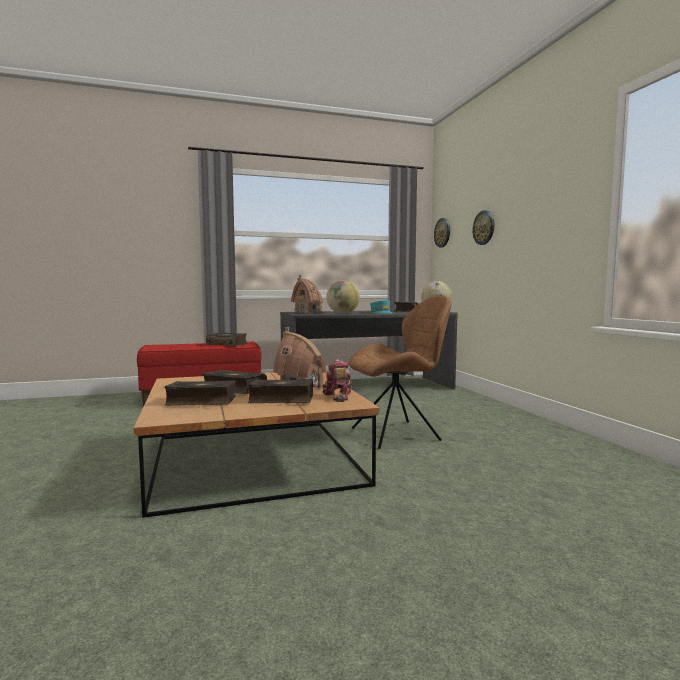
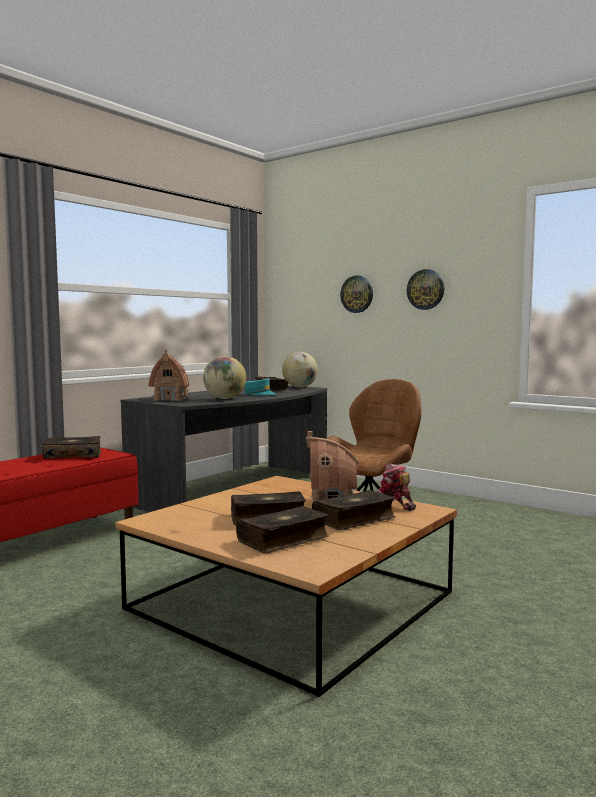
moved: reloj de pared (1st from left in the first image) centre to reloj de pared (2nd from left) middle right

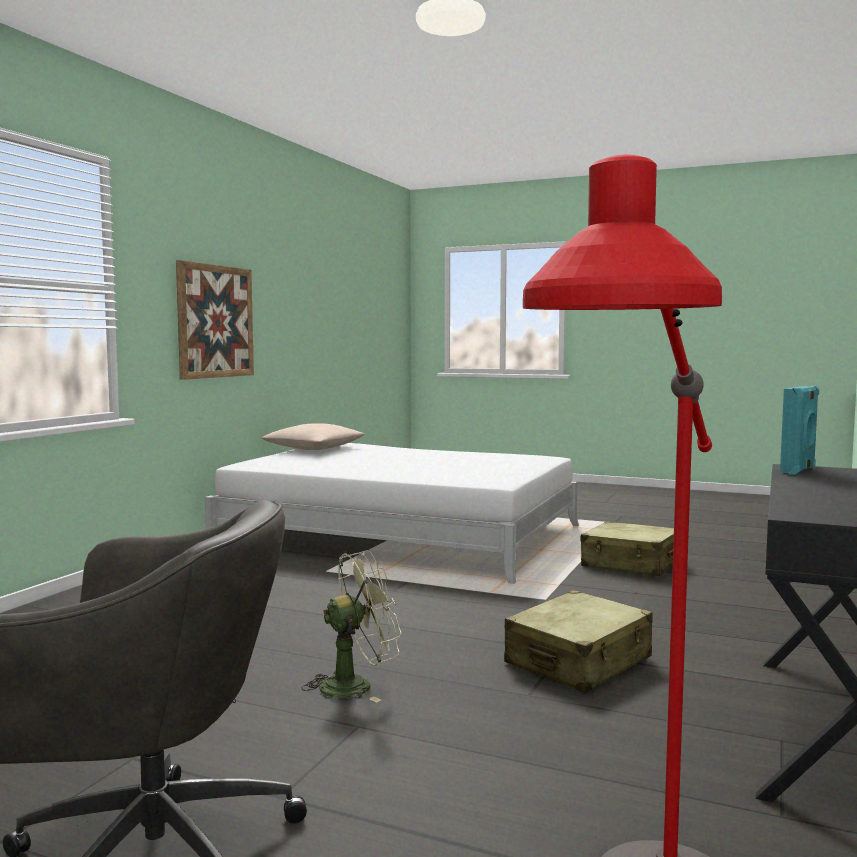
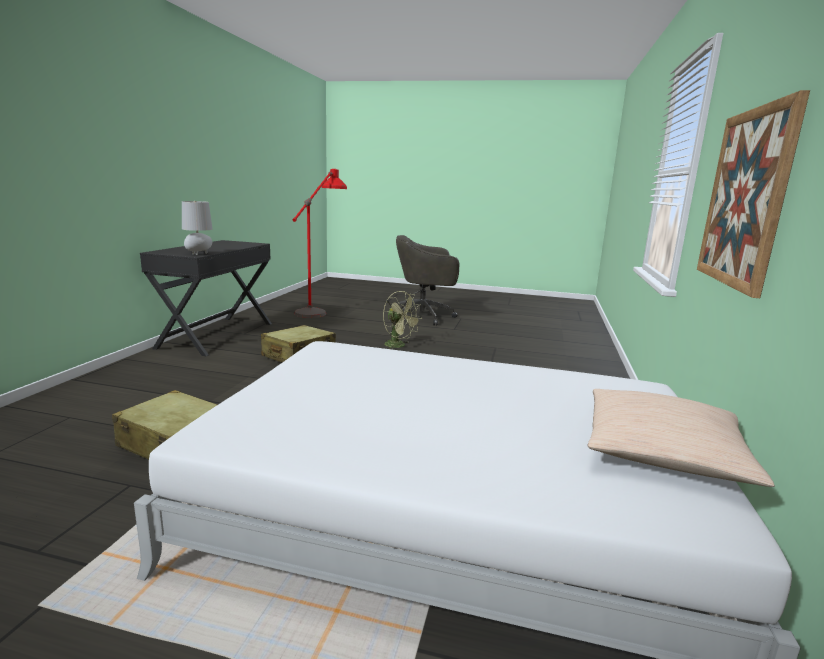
replaced: altavoz (turquesa) middle right to lámpara de mesa (gris) middle left
turned: ventilador (verde) bottom centre = centre 105 degrees counterclockwise

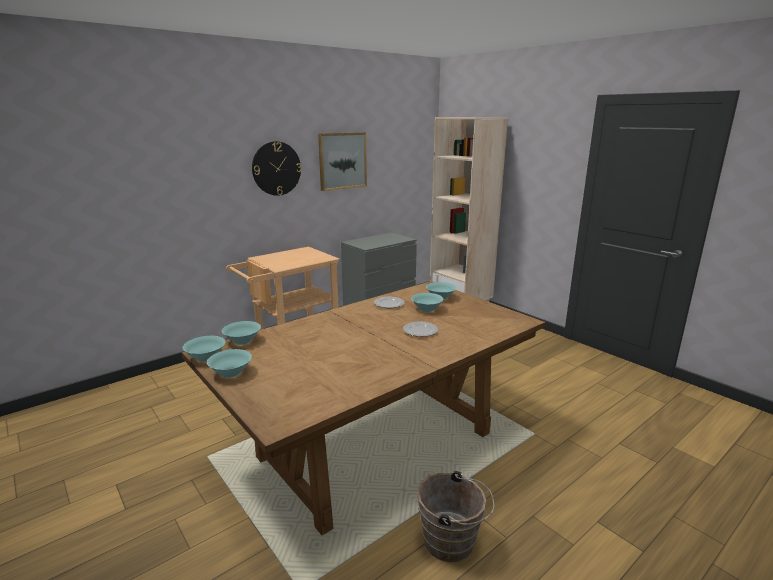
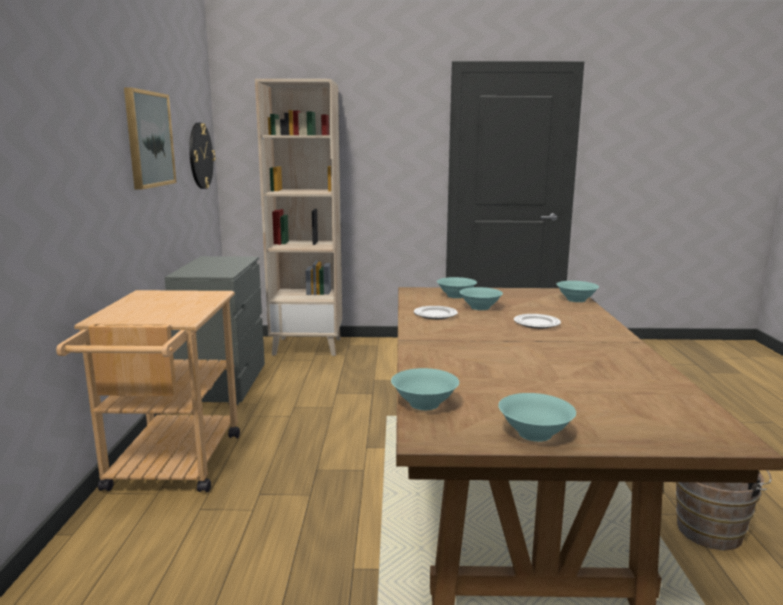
moved: cuenco (turquesa) (1st from left in the first image) middle left to cuenco (turquesa) (5th from left) middle right; reloj de pared top centre to top left

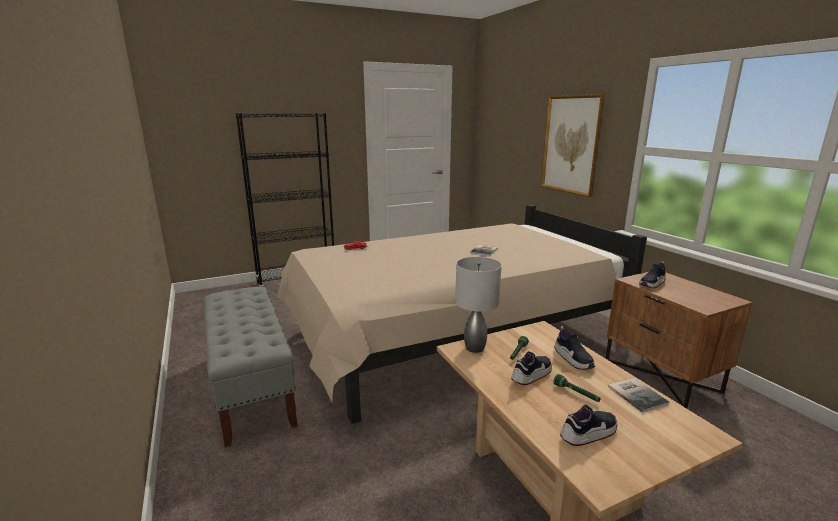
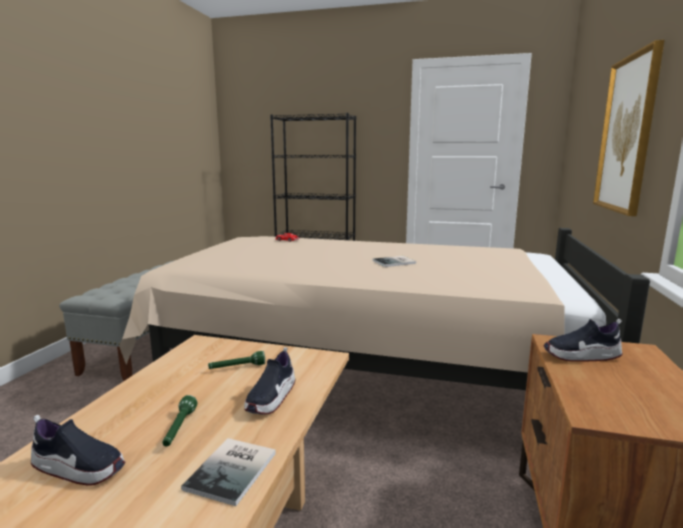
removed: lámpara de mesa (gris) centre; zapato (1st from left) bottom centre

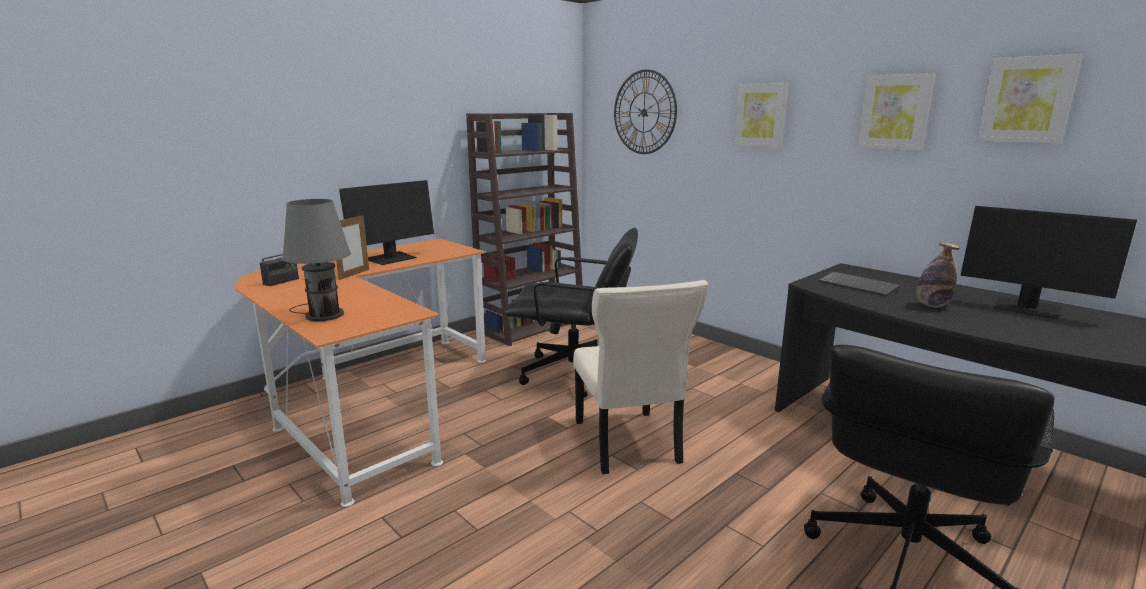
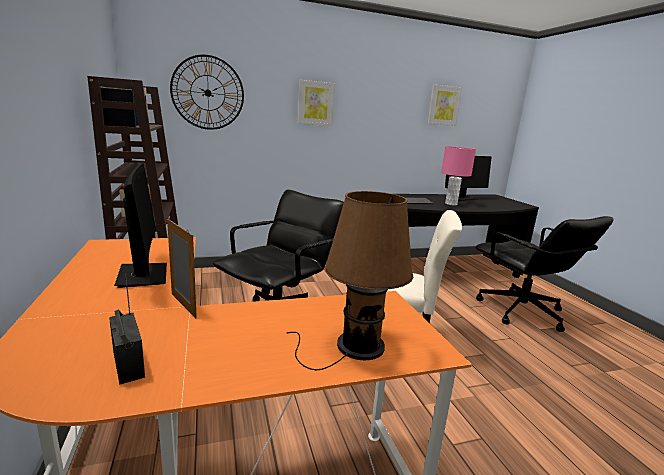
removed: cuadro (2nd from left) top right
replaced: botella middle right to lámpara de mesa (rosa) middle right
recoloured: lámpara de mesa (gris) middle left to lámpara de mesa (marrón) centre

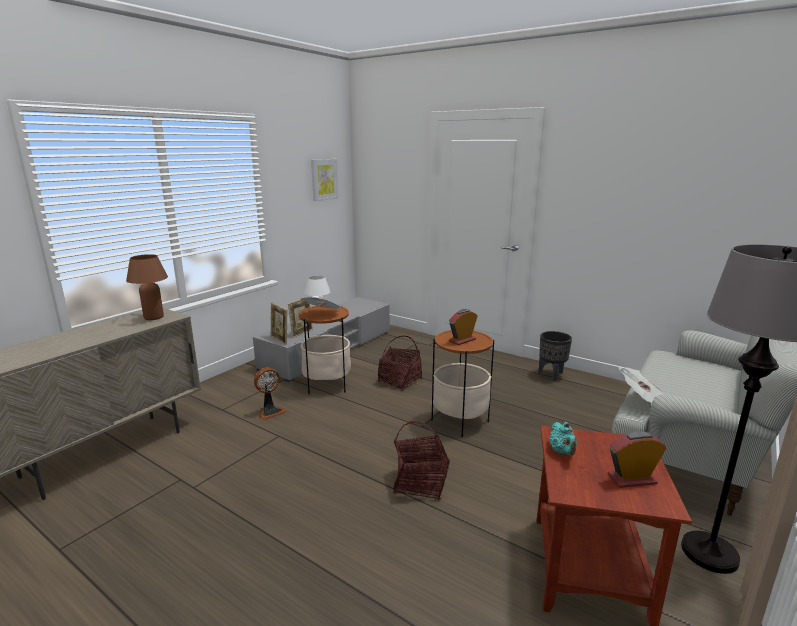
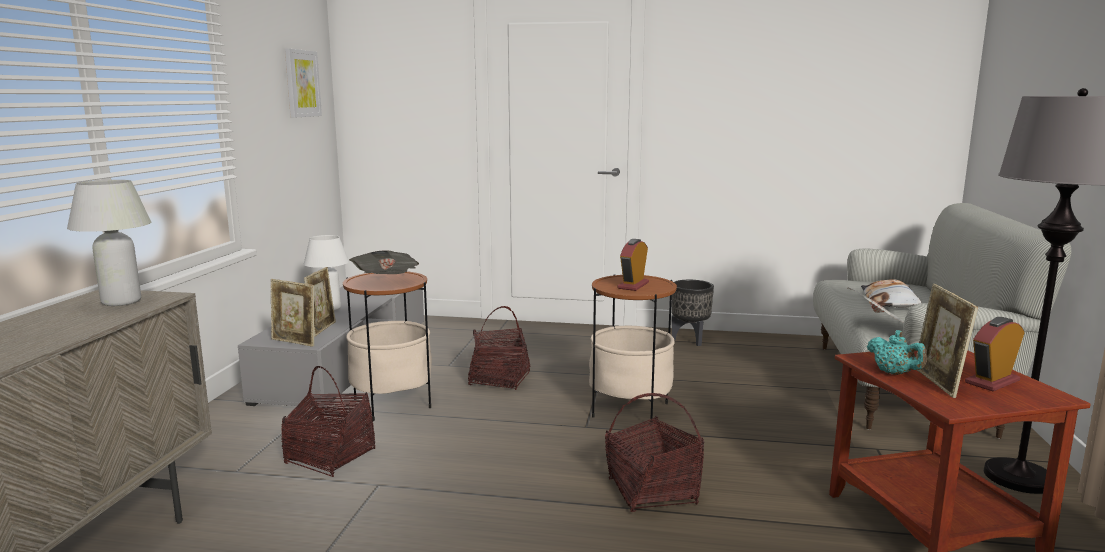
added: cojín middle right; portarretratos (3rd from left) middle right
replaced: ventilador centre to cesta (1st from left) bottom left
recoloured: lámpara de mesa (marrón) middle left to lámpara de mesa (blanco) (1st from left) middle left

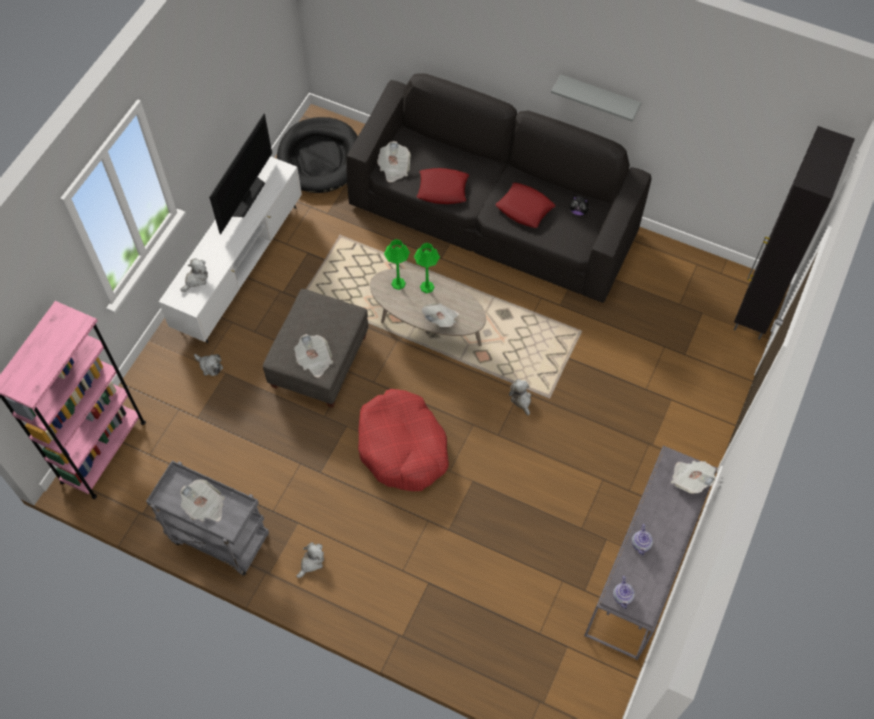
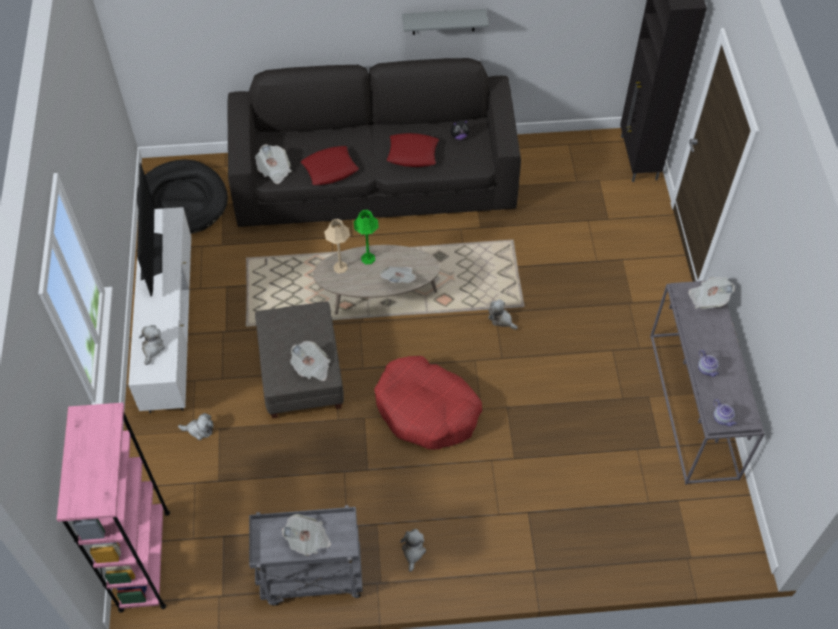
recoloured: lámpara de mesa (verde) (1st from left) centre to lámpara de mesa (beis) centre

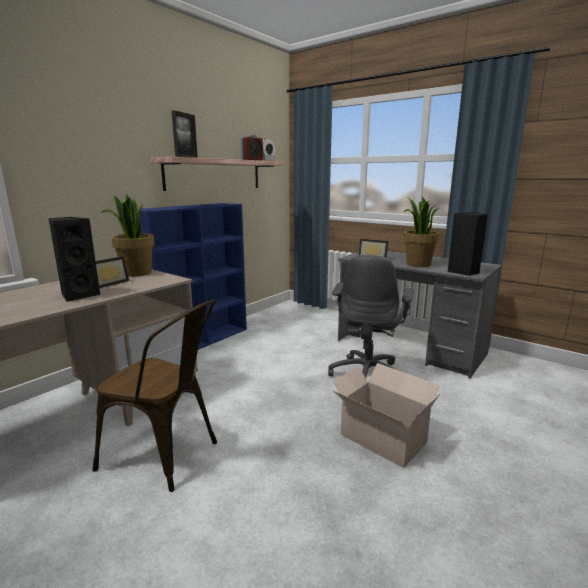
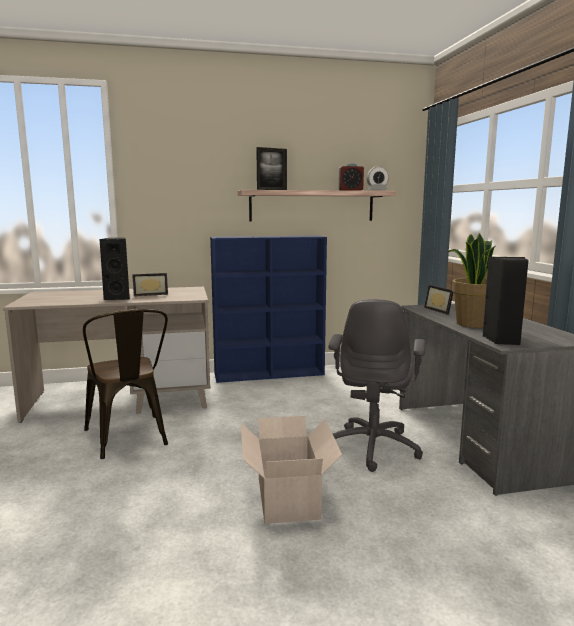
removed: planta en maceta (1st from left) middle left
turned: silla de oficina (gris) centre = centre 45 degrees counterclockwise

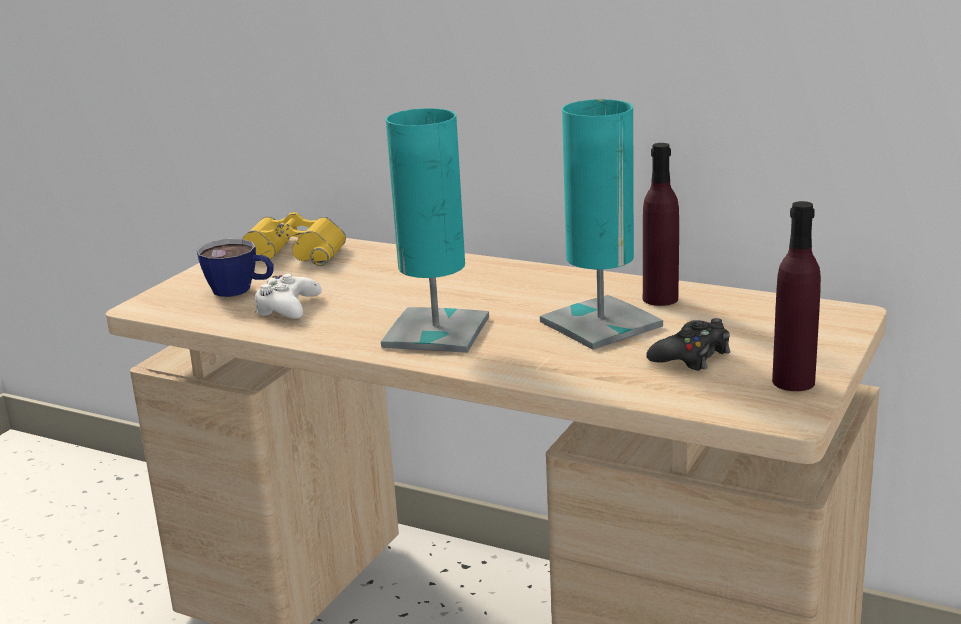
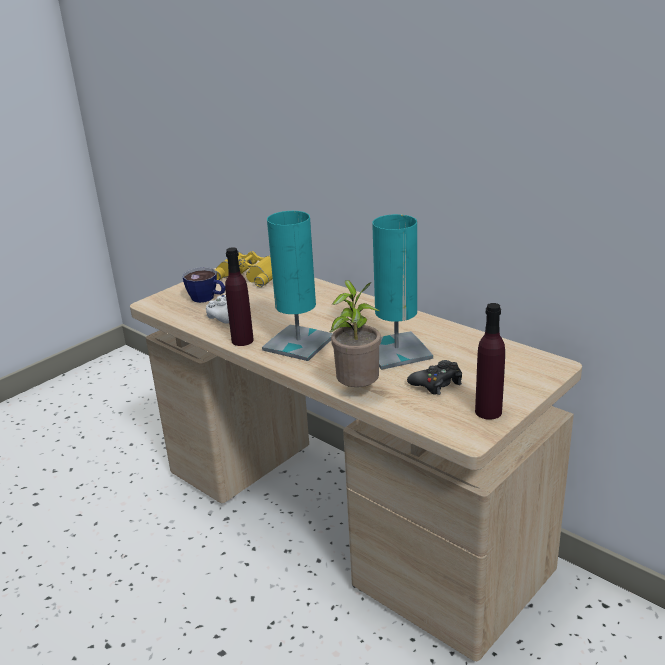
added: planta en maceta centre
moved: botella (morado) (1st from left) middle right to centre

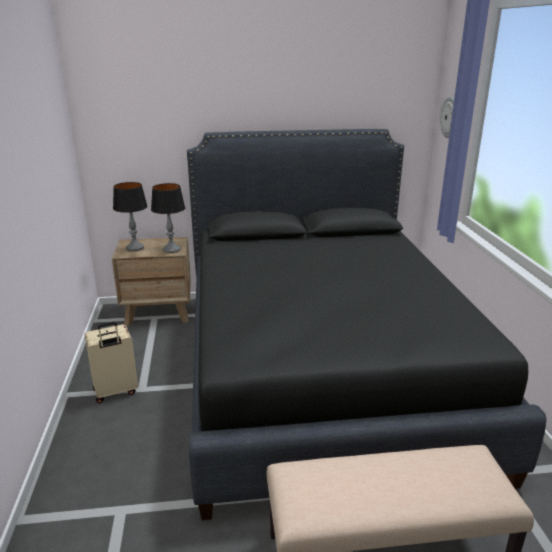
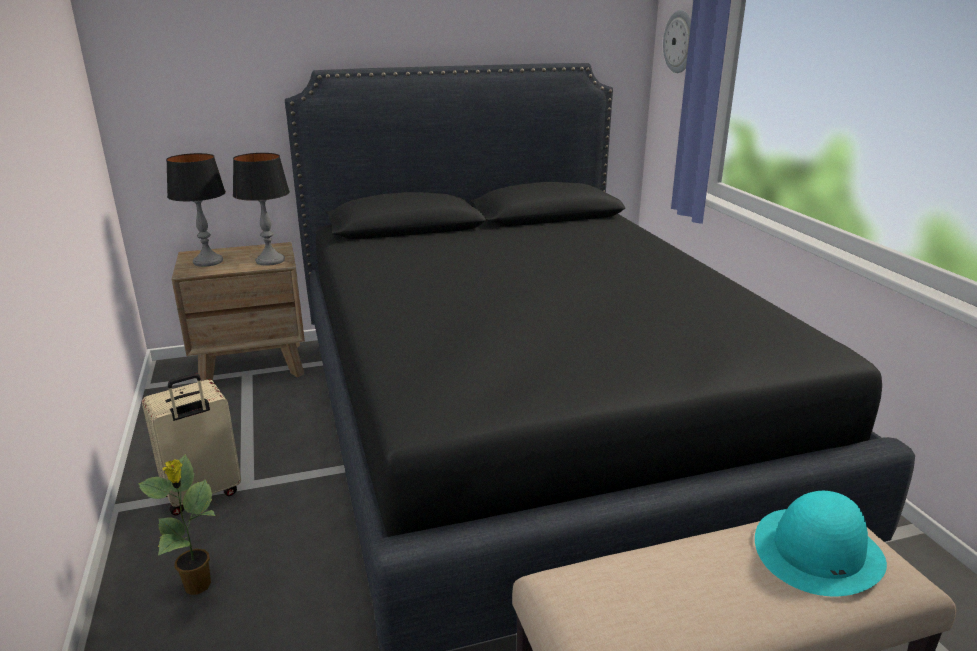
added: planta en maceta bottom left; sombrero (turquesa) bottom right

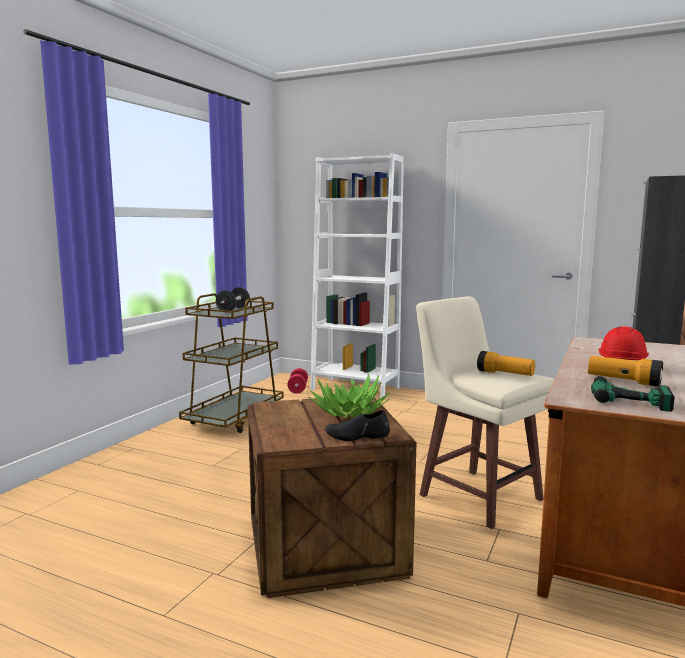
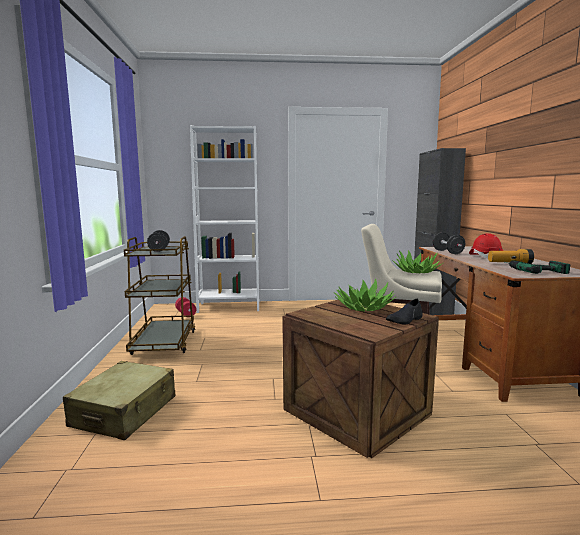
added: maleta (beis) bottom left; mancuerna (negro) (2nd from left) middle right
replaced: linterna (1st from left) middle right to planta en maceta (2nd from left) middle right

